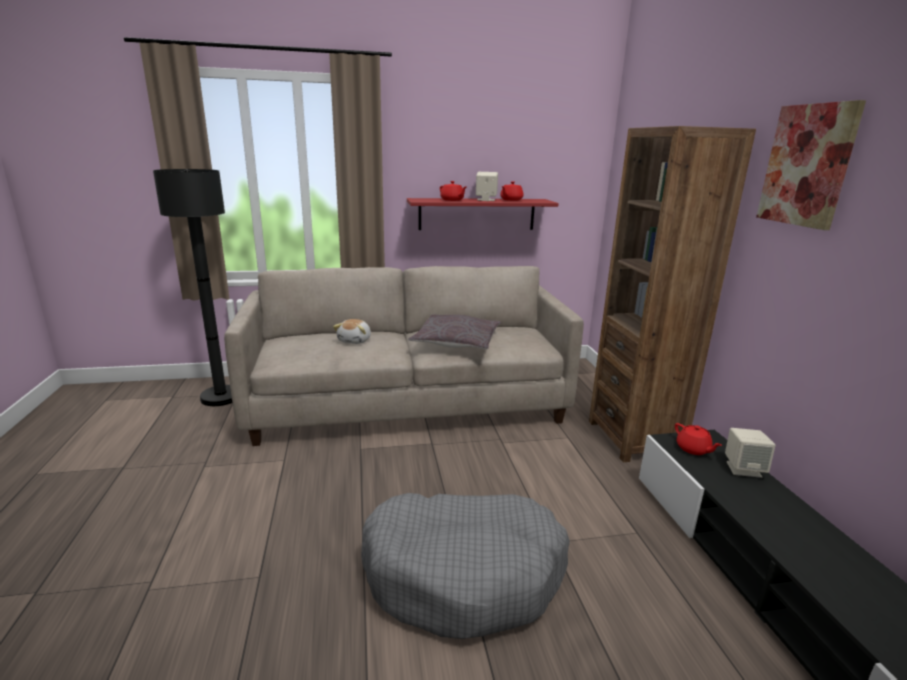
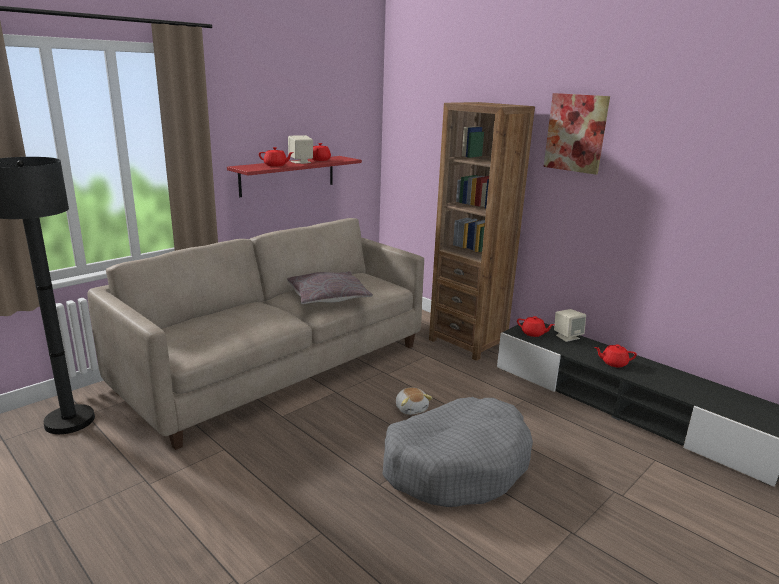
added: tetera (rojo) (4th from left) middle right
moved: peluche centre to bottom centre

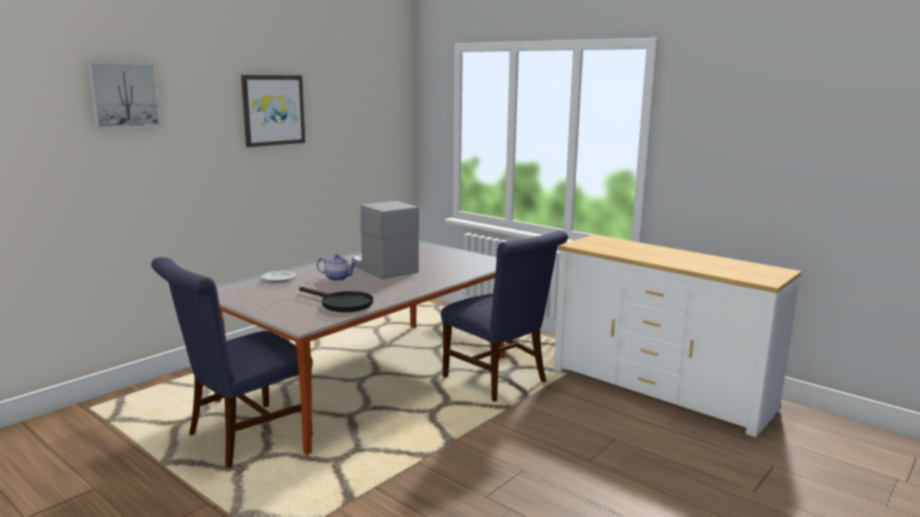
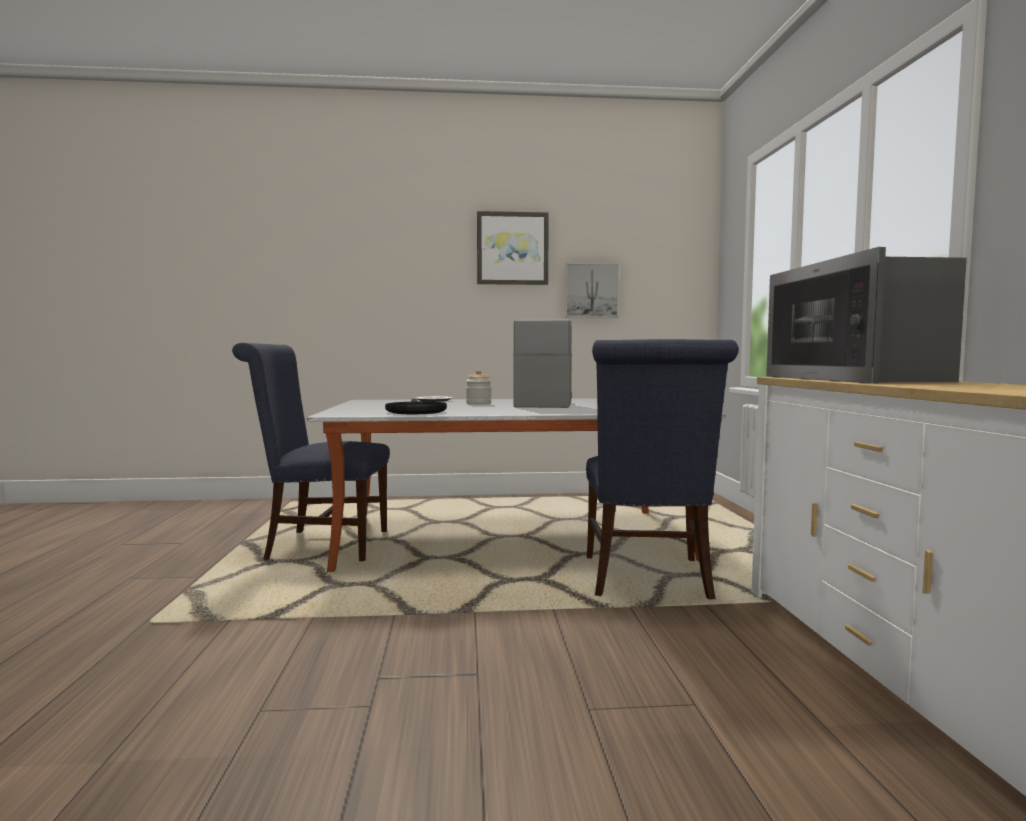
added: microondas middle right
moved: cuadro (1st from left in the first image) top left to cuadro (2nd from left) centre
replaced: tetera centre to tarro centre

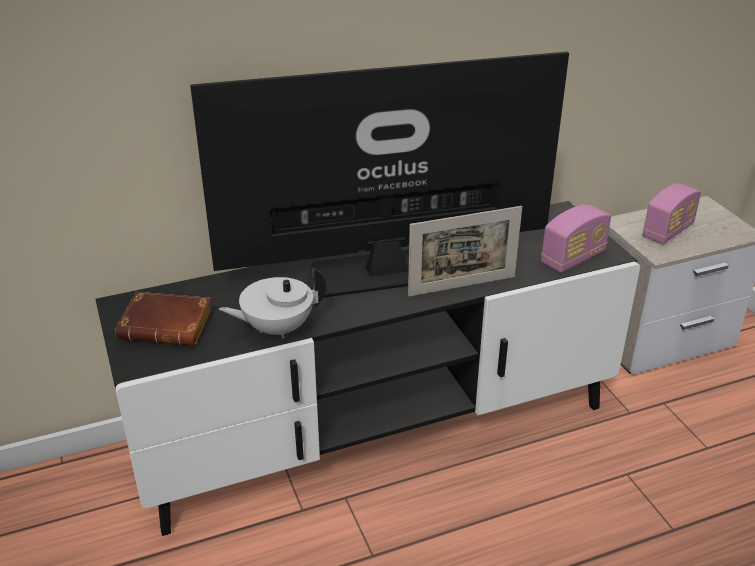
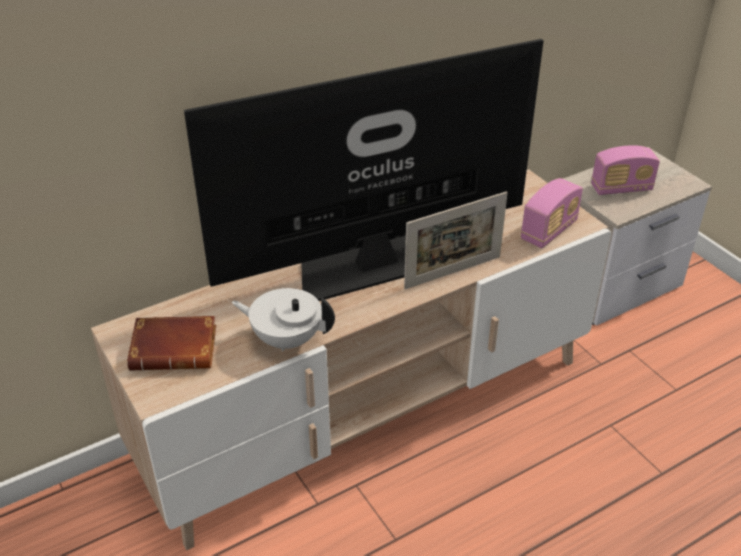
recoloured: mueble de televisión (negro) centre to mueble de televisión (beis) centre
turned: tetera (blanco) centre = centre 45 degrees clockwise; radio (2nd from left) middle right = top right 45 degrees clockwise

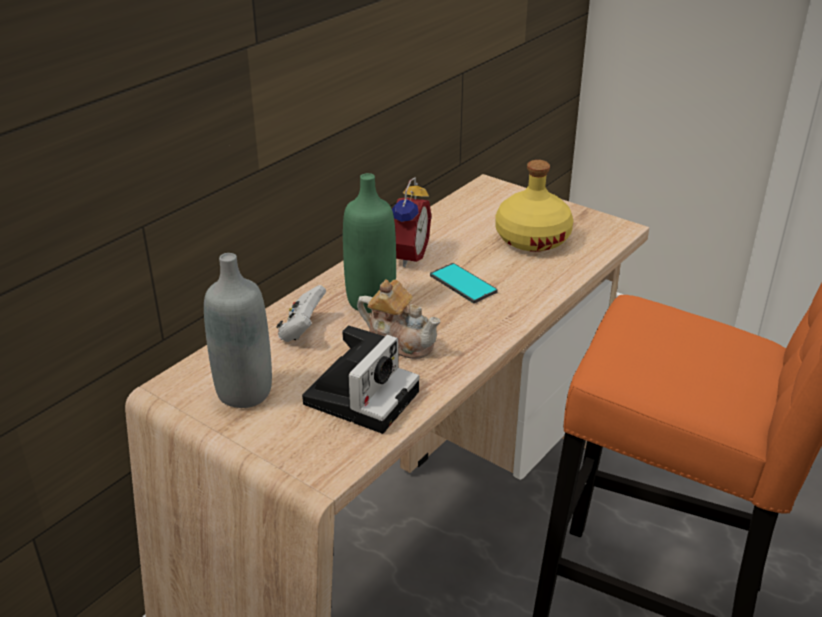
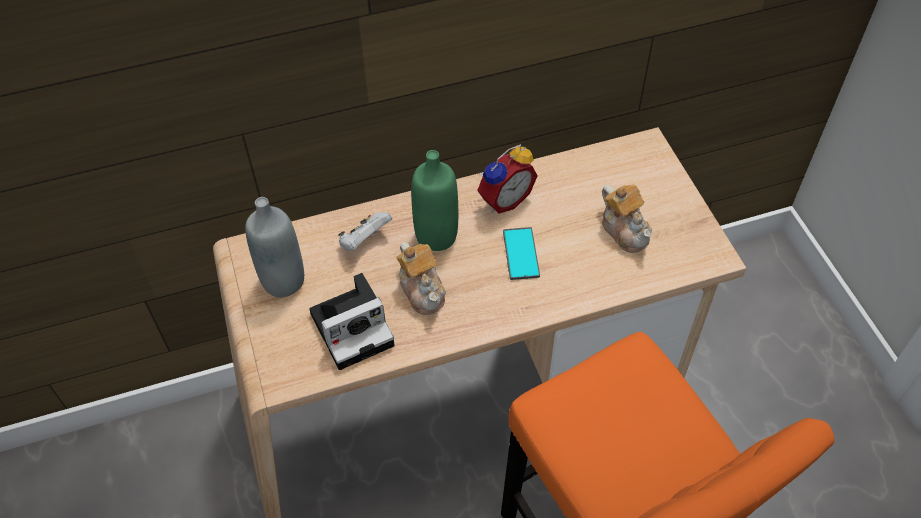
replaced: botella (amarillo) centre to tetera (2nd from left) middle right

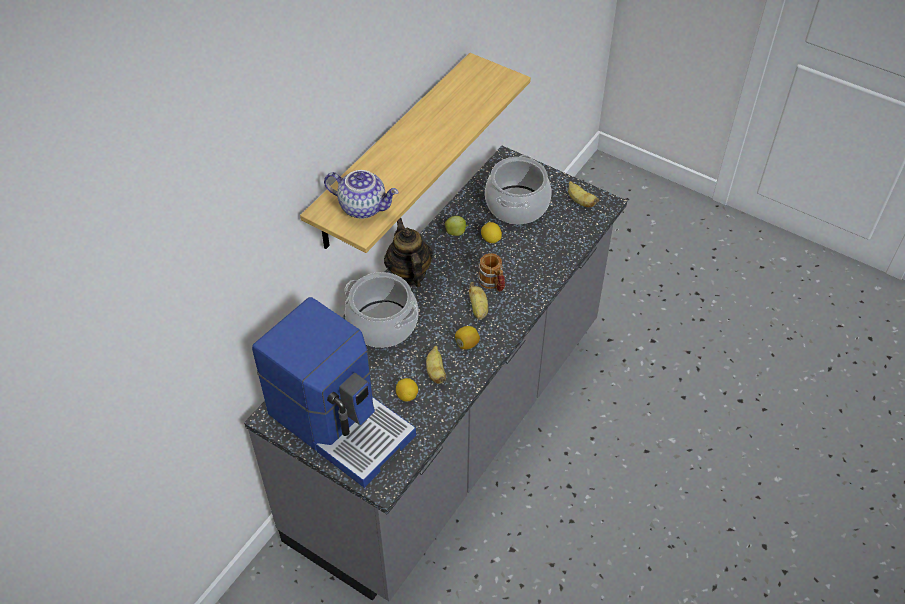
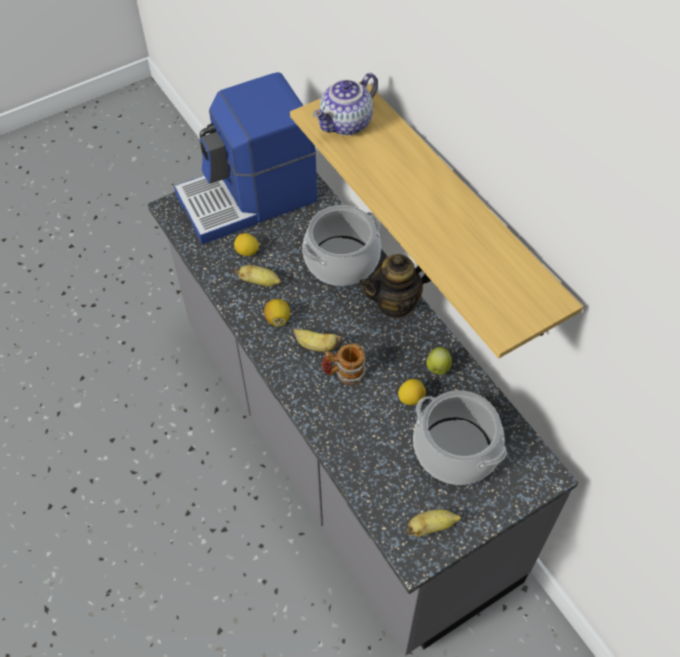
turned: tetera (2nd from left) centre = centre 150 degrees clockwise

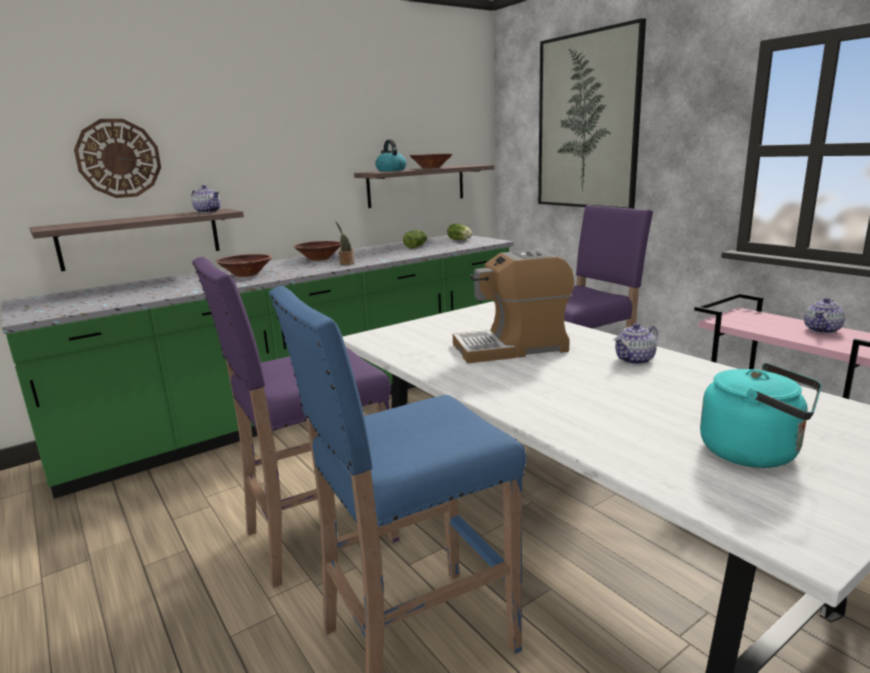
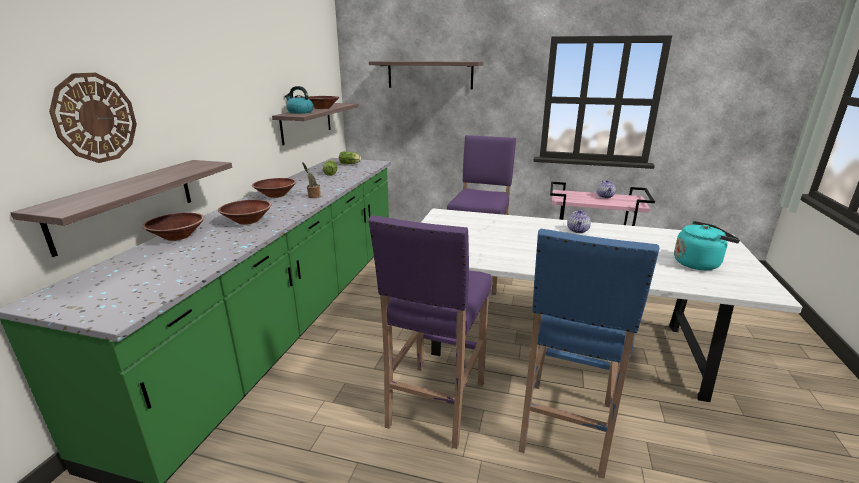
removed: tetera (1st from left) top left; cafetera centre
added: cuenco (marrón) (1st from left) middle left
replaced: cuadro top right to estante (3rd from left) top centre

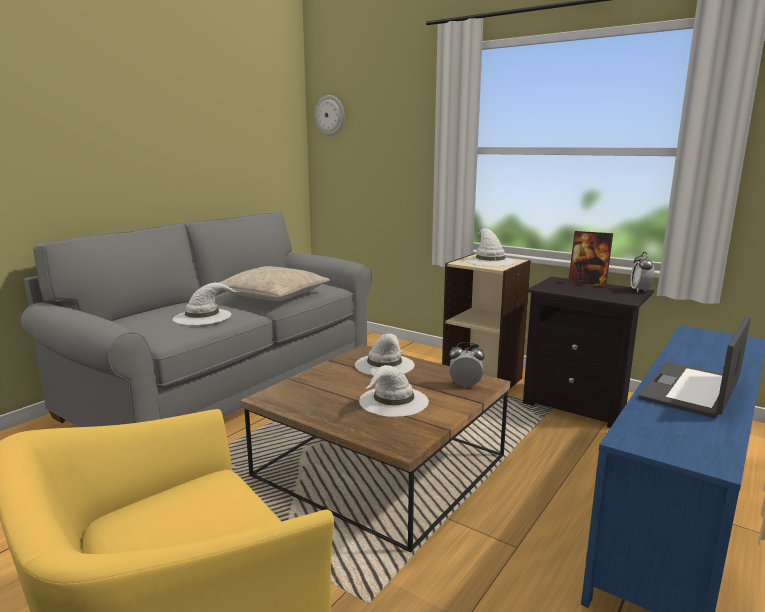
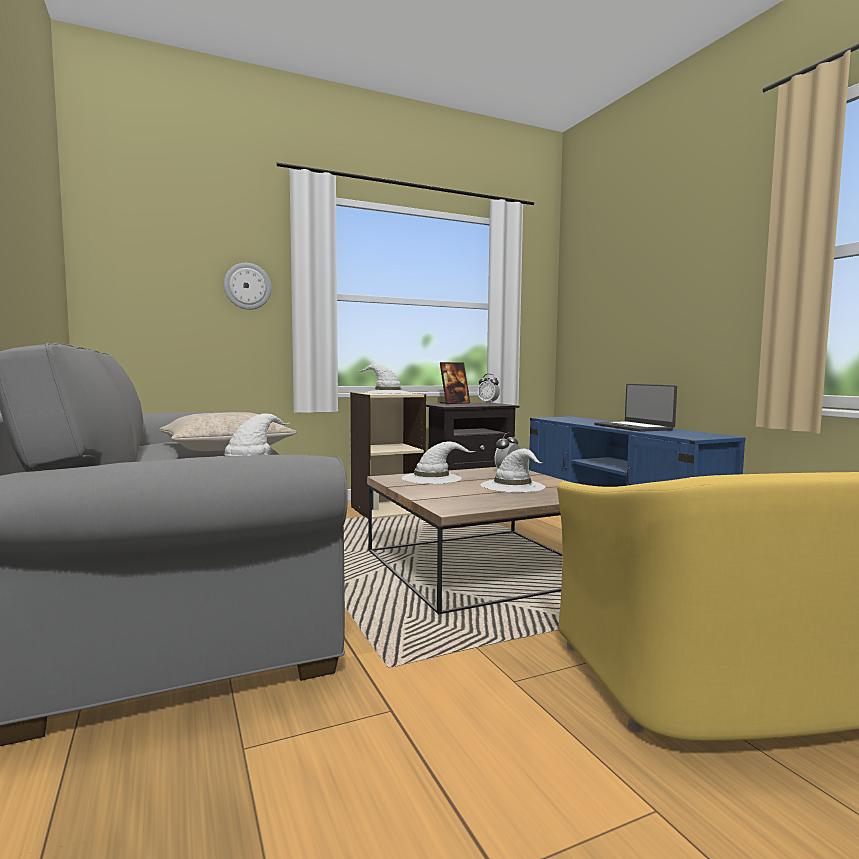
moved: reloj de pared top centre to top left

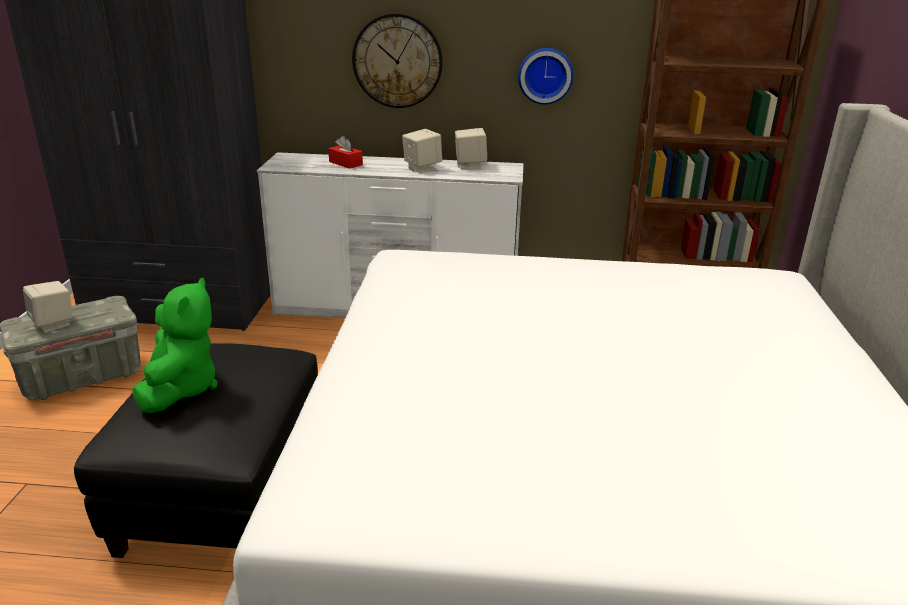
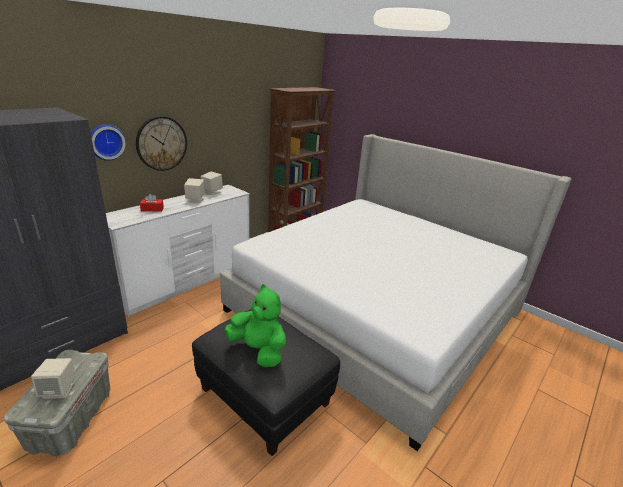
moved: reloj de pared (2nd from left in the first image) top centre to reloj de pared (1st from left) top left

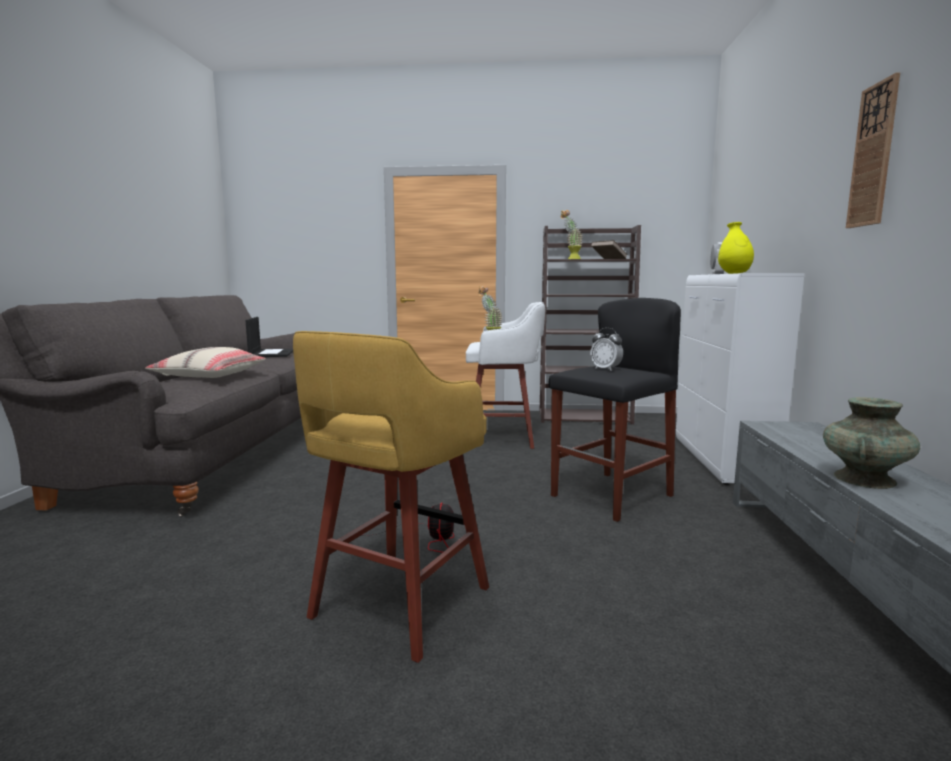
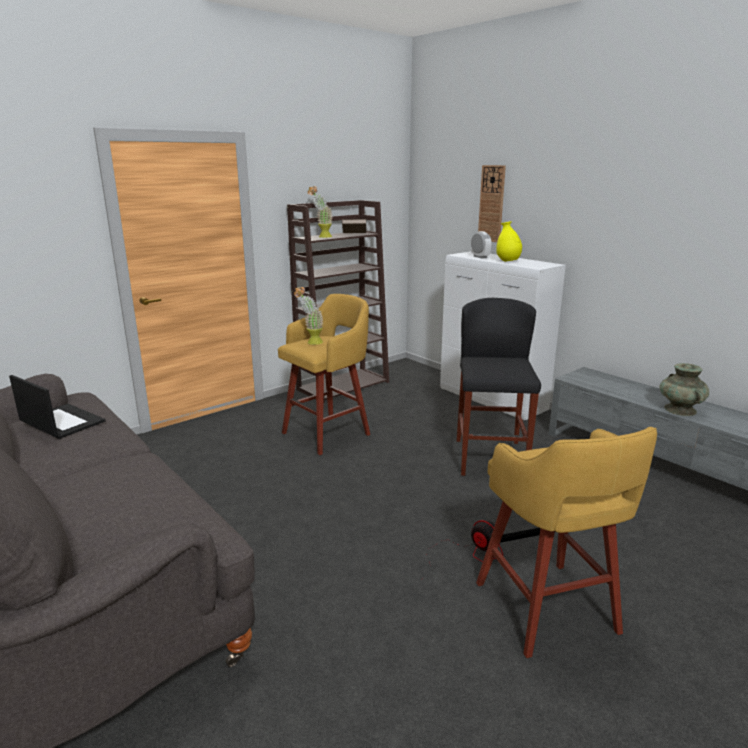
removed: cojín (beis) middle left; despertador (1st from left) centre
moved: reloj de pared top right to top centre
recoloured: taburete (blanco) centre to taburete (amarillo) (1st from left) centre

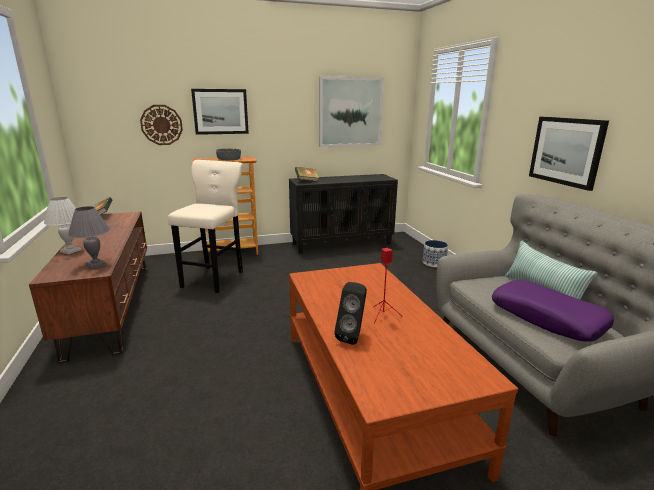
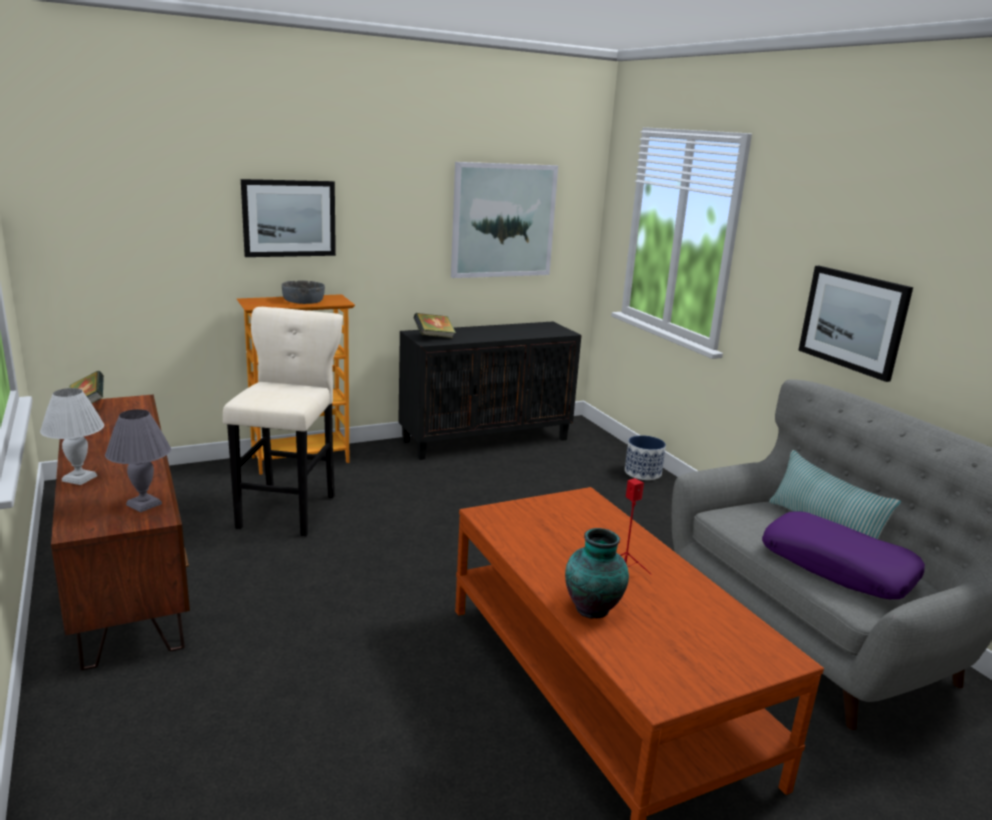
removed: reloj de pared top left
replaced: altavoz (negro) centre to florero bottom centre

